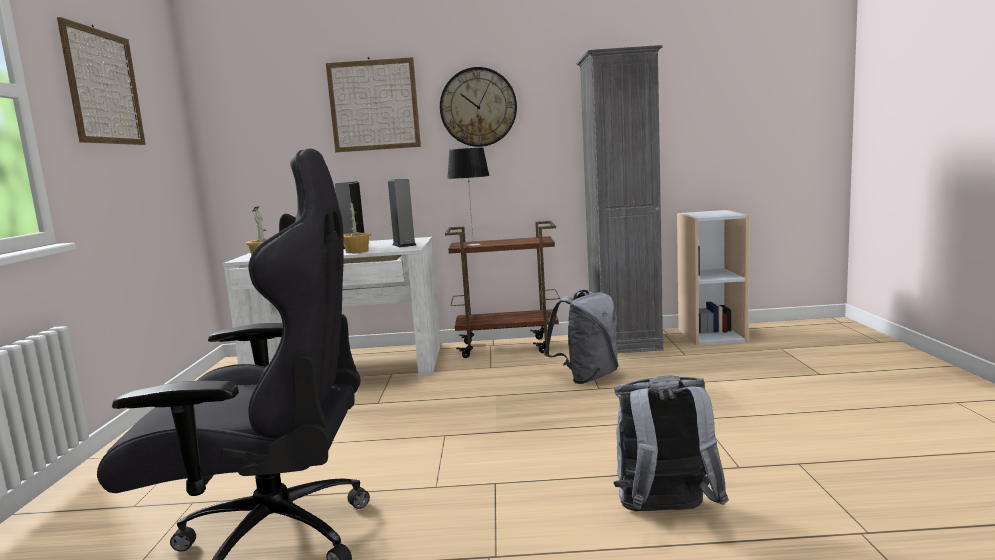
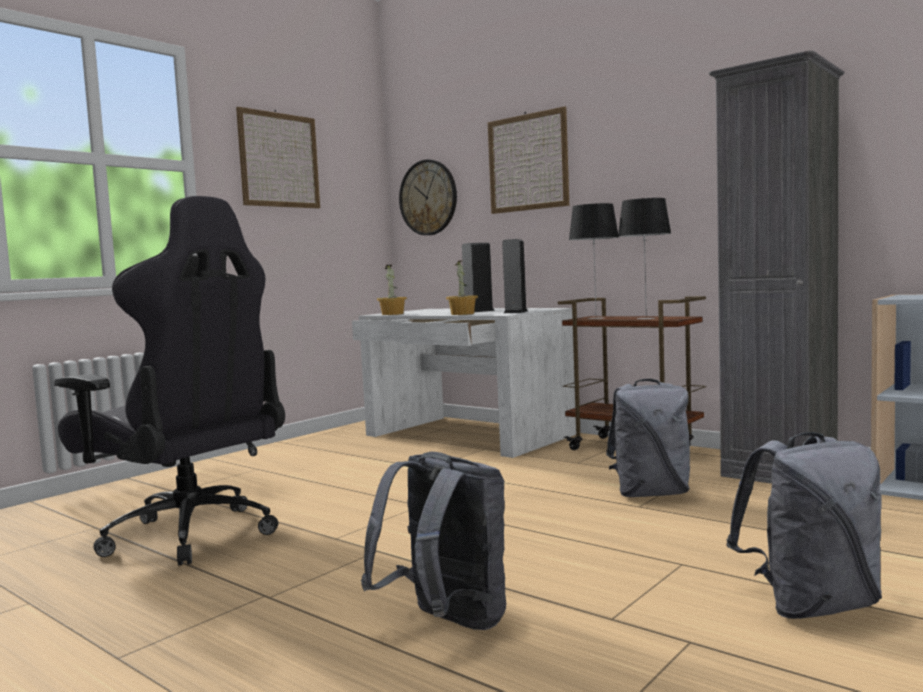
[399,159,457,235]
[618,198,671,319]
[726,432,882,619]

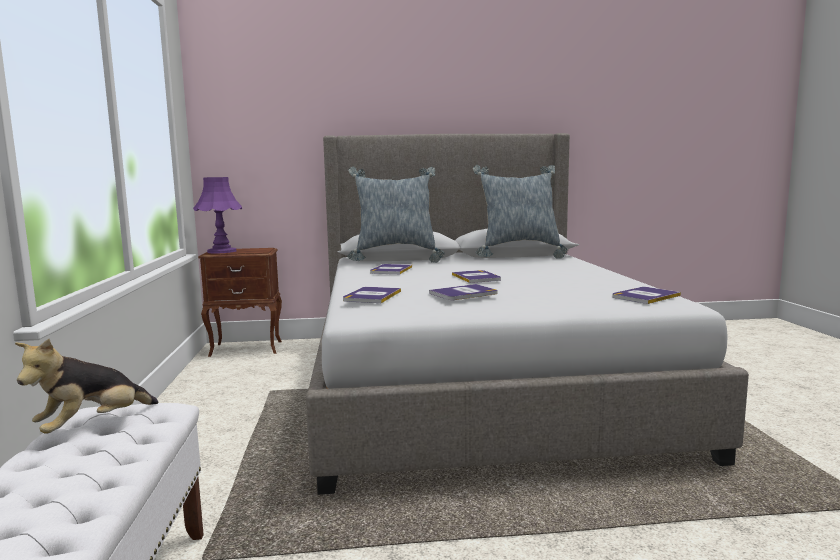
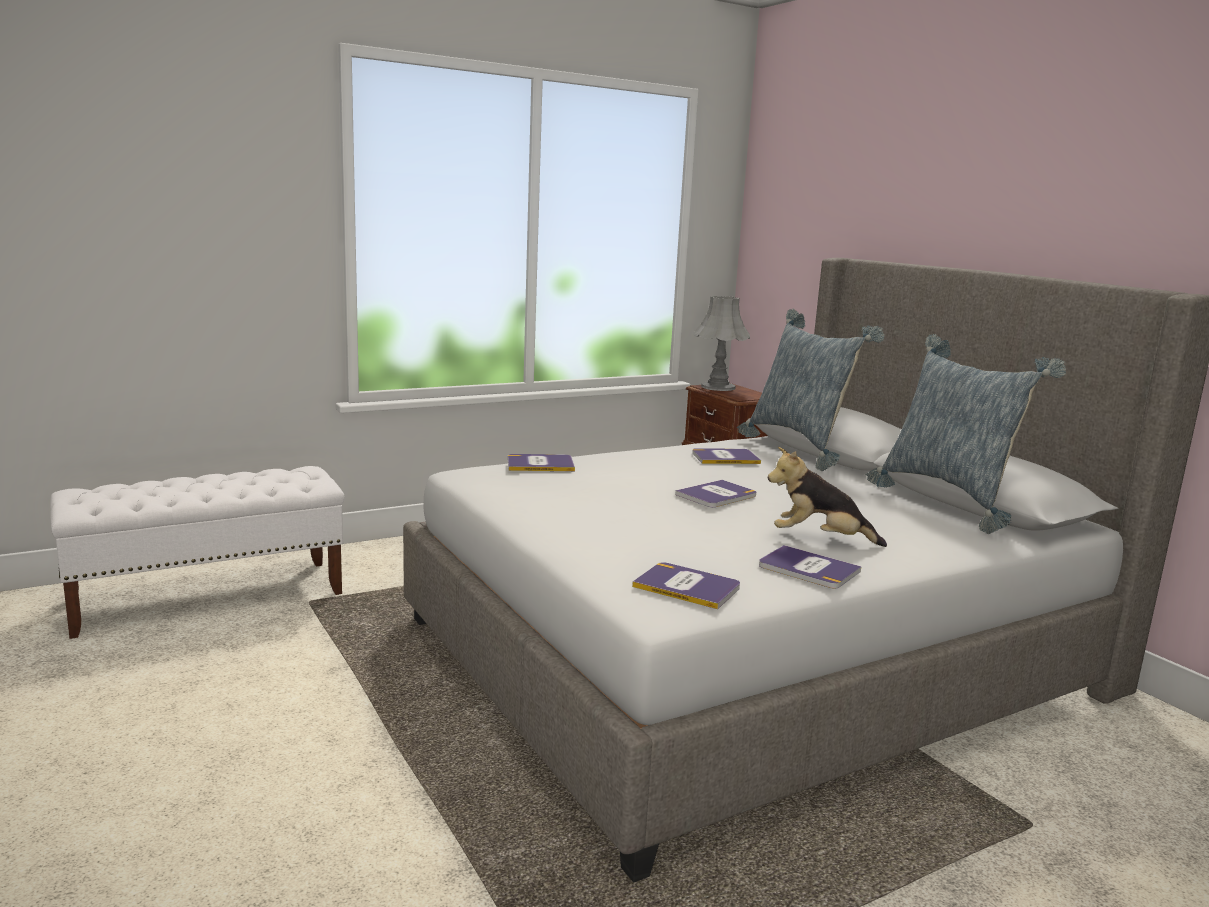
[693,296,750,391]
[759,545,861,589]
[768,447,887,547]

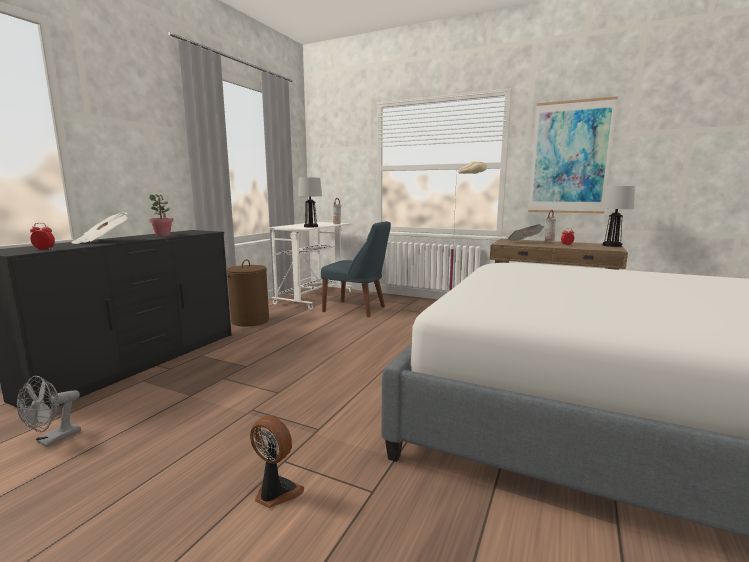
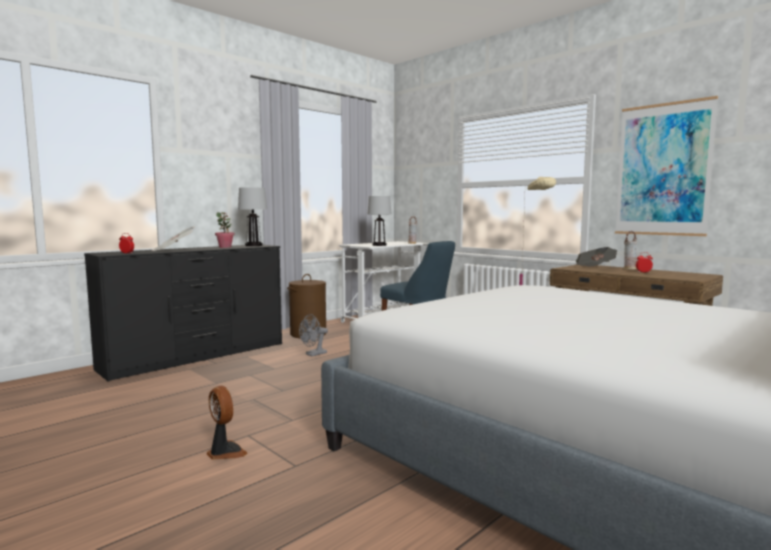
[238,187,267,246]
[299,314,328,356]

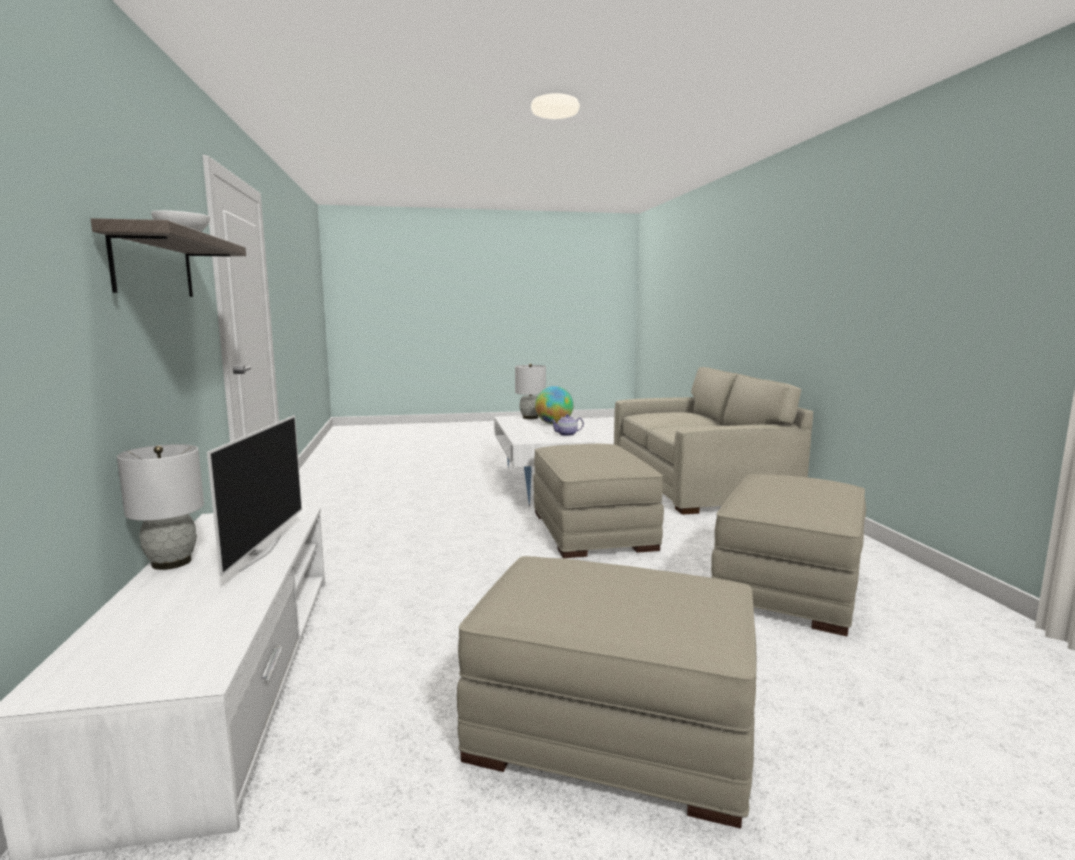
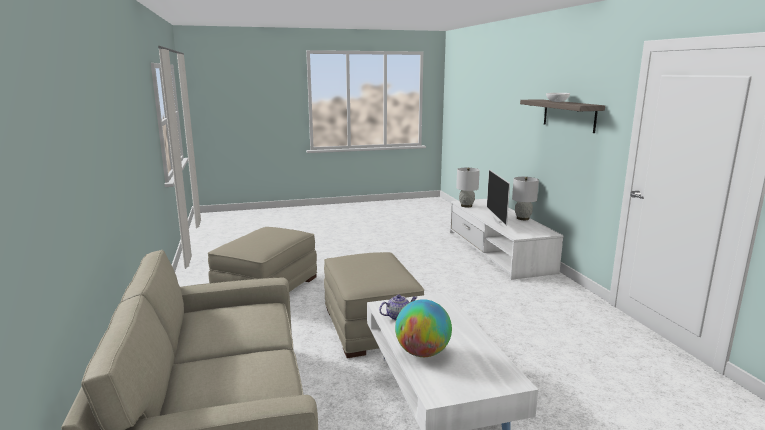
[456,168,480,207]
[457,556,756,828] (first image)

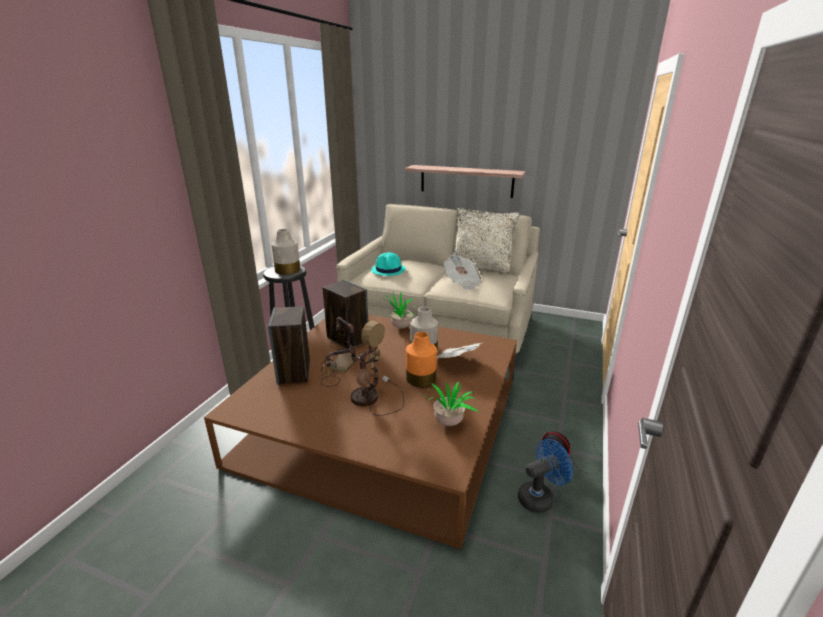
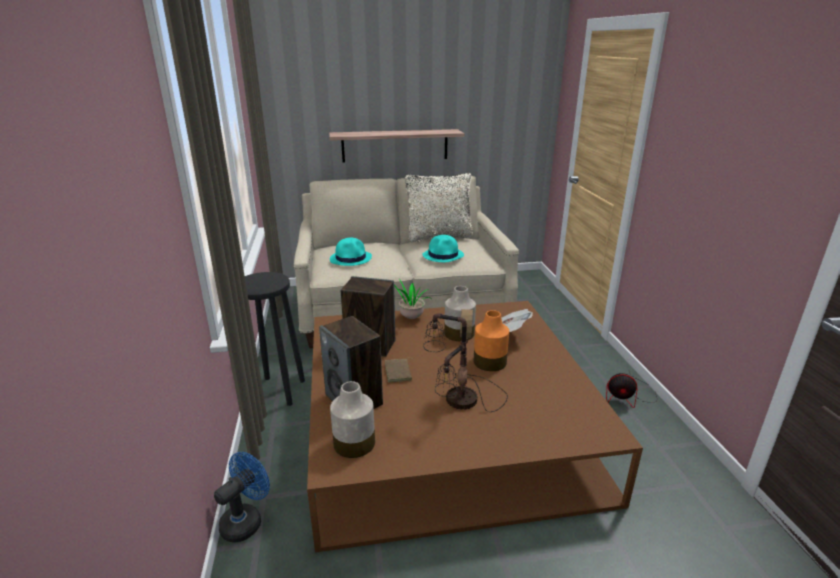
[214,452,270,543]
[330,381,375,458]
[423,235,464,262]
[421,382,479,426] (first image)

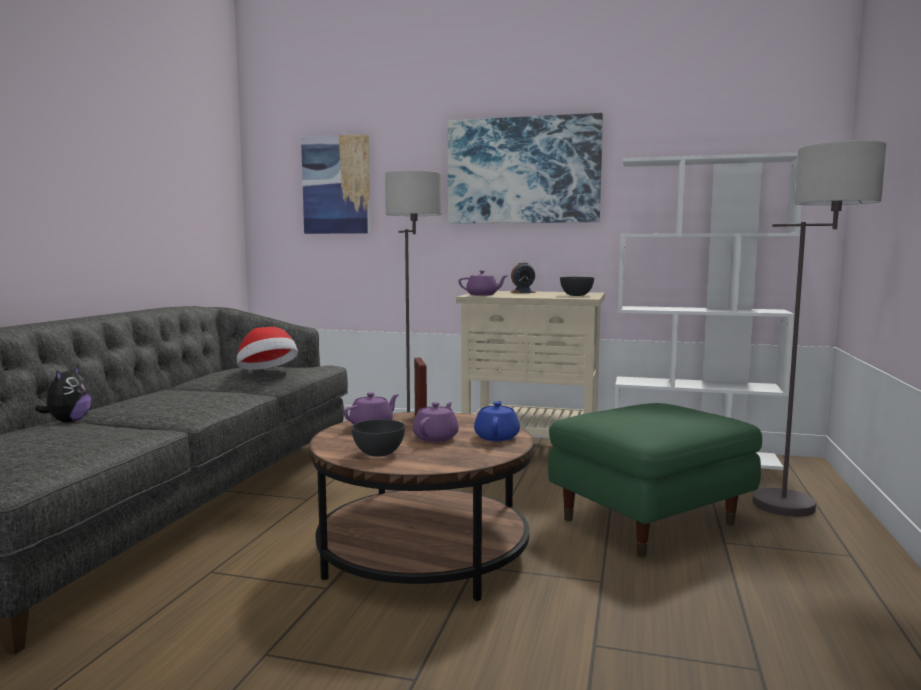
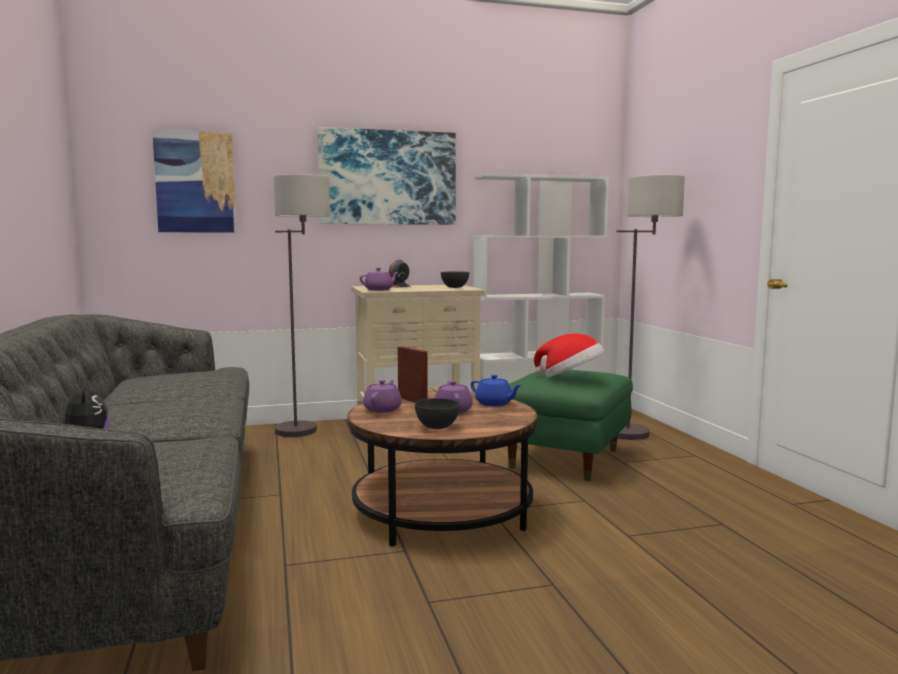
[471,375,522,406]
[534,333,604,377]

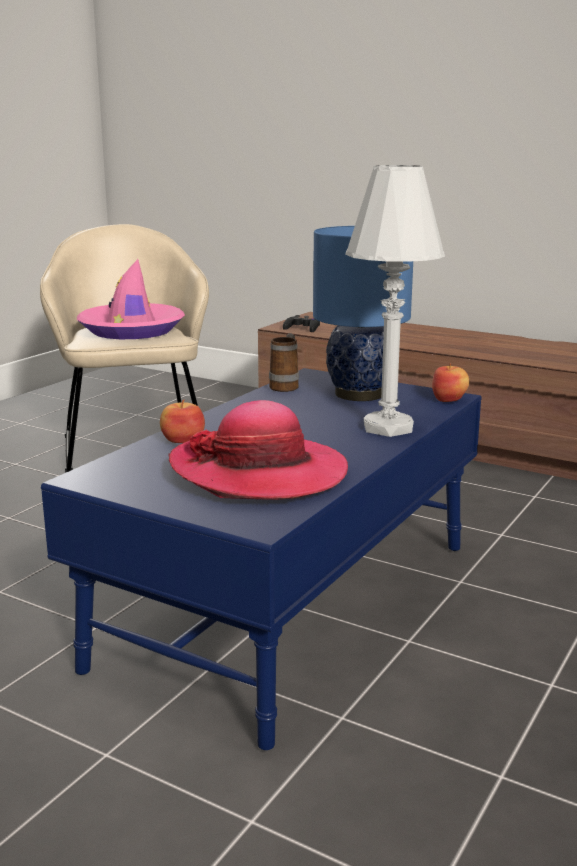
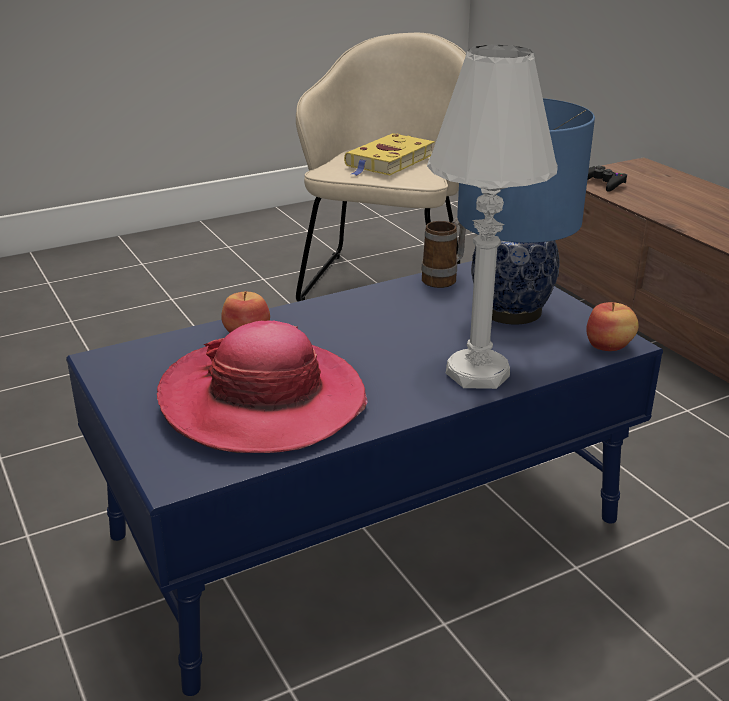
[344,133,435,176]

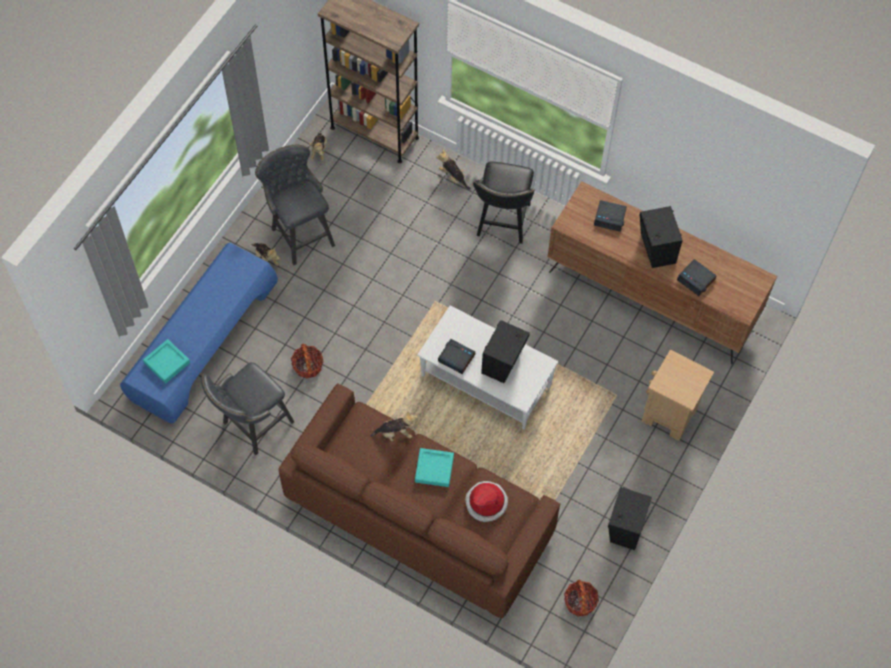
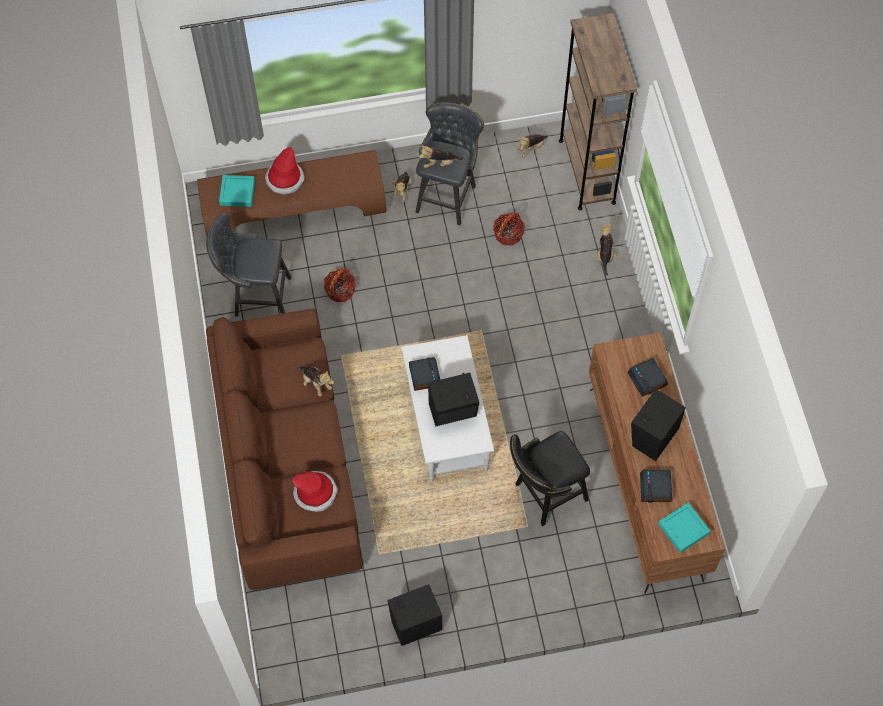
[197,150,386,237]
[265,147,304,195]
[419,145,463,168]
[493,212,525,246]
[510,431,590,526]
[658,503,710,553]
[642,350,714,441] (first image)

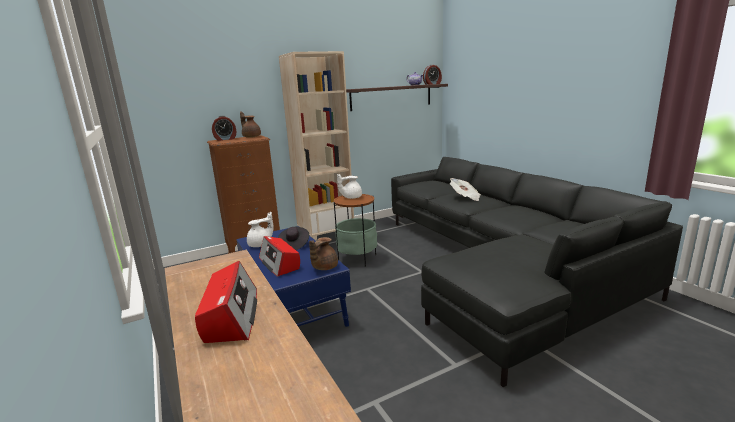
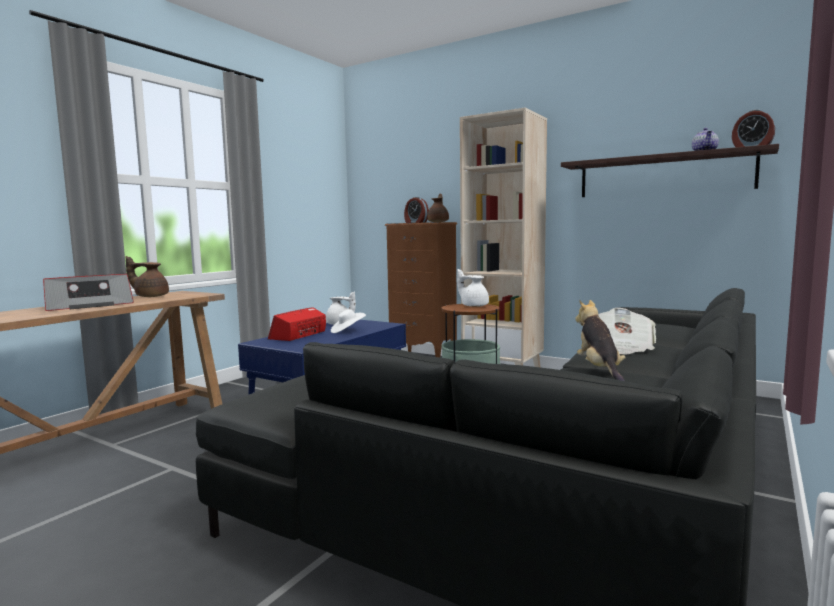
[125,256,169,297]
[331,309,366,333]
[575,300,626,381]

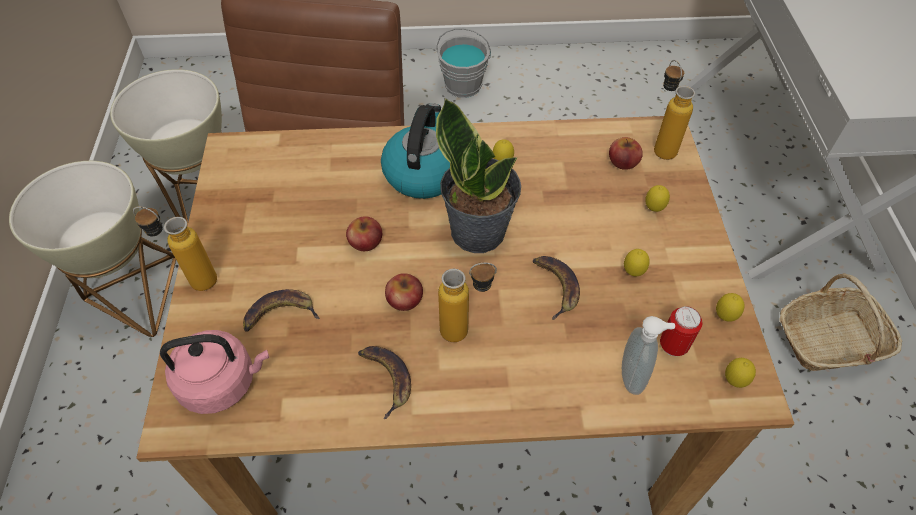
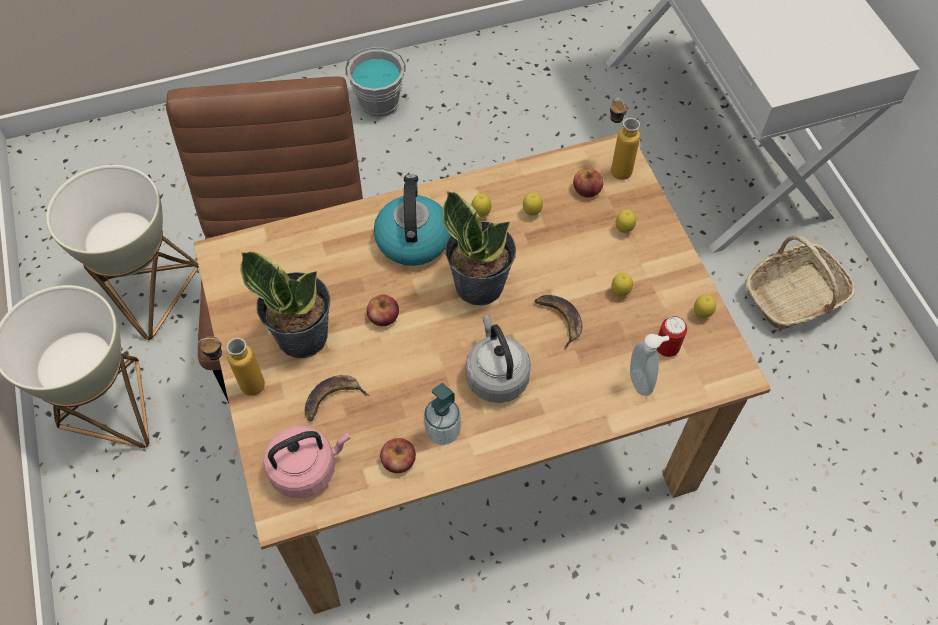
[240,251,330,358]
[380,438,416,473]
[424,383,461,445]
[466,314,531,403]
[523,193,543,216]

